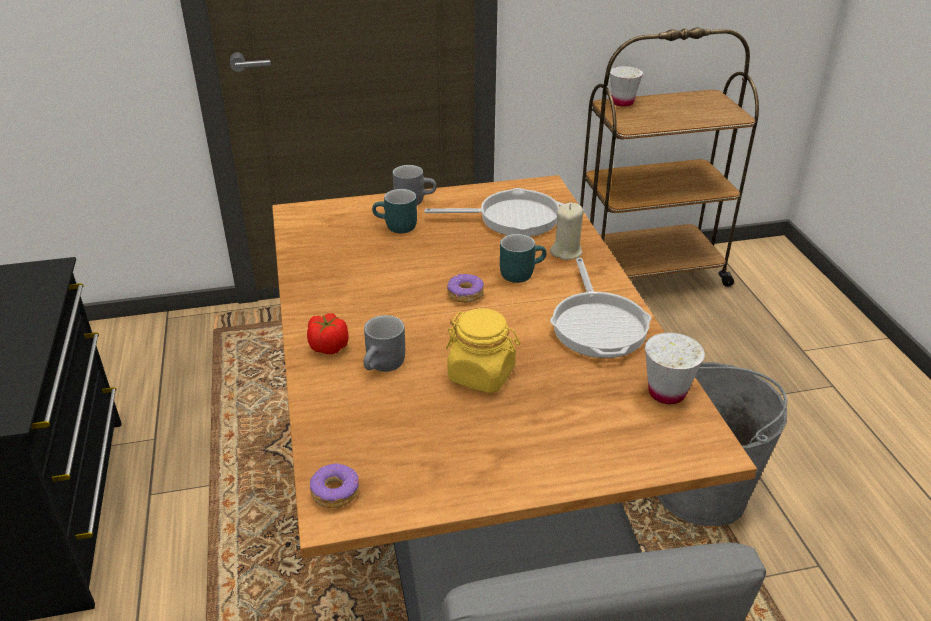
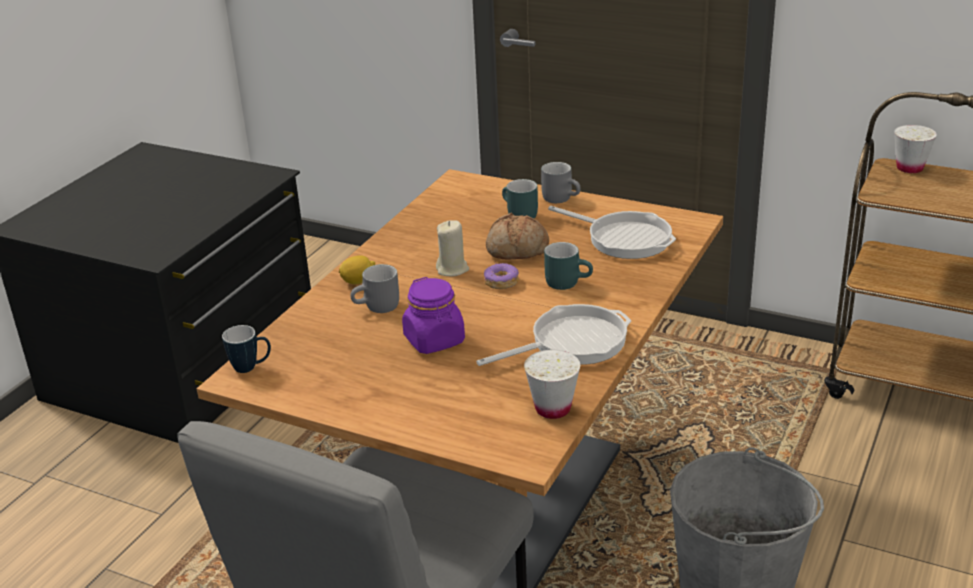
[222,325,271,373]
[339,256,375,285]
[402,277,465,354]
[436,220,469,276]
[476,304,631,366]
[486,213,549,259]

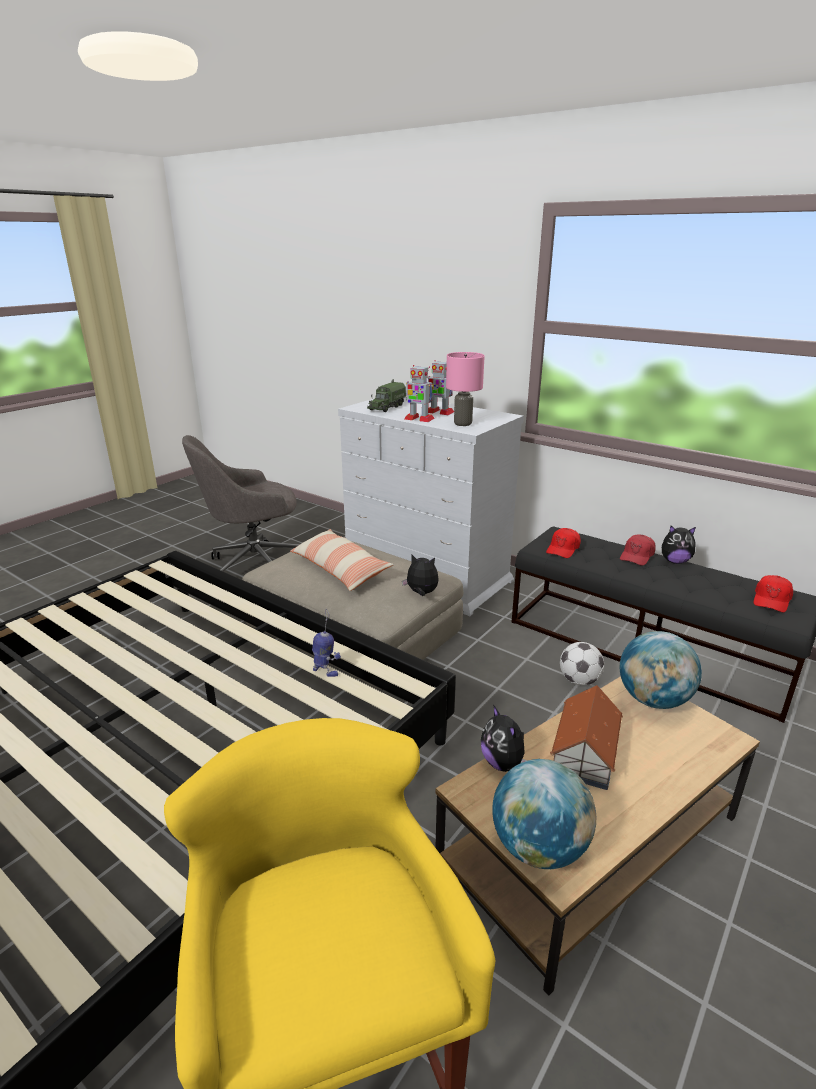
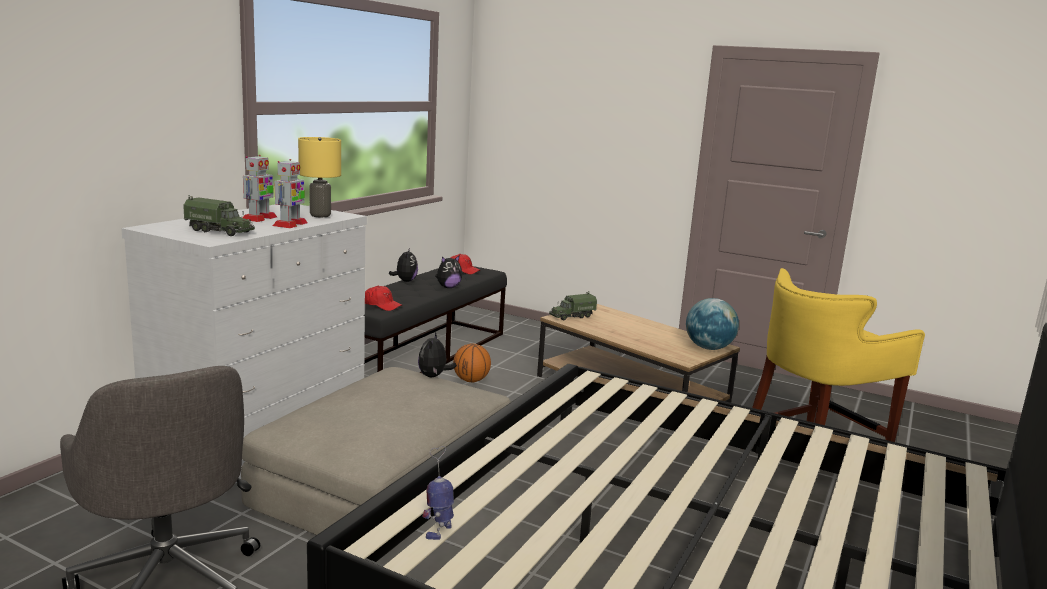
[298,137,341,217]
[422,446,454,540]
[435,256,462,288]
[453,343,491,382]
[549,291,597,320]
[290,529,394,591] (first image)
[550,685,623,790] (first image)
[620,534,656,566] (first image)

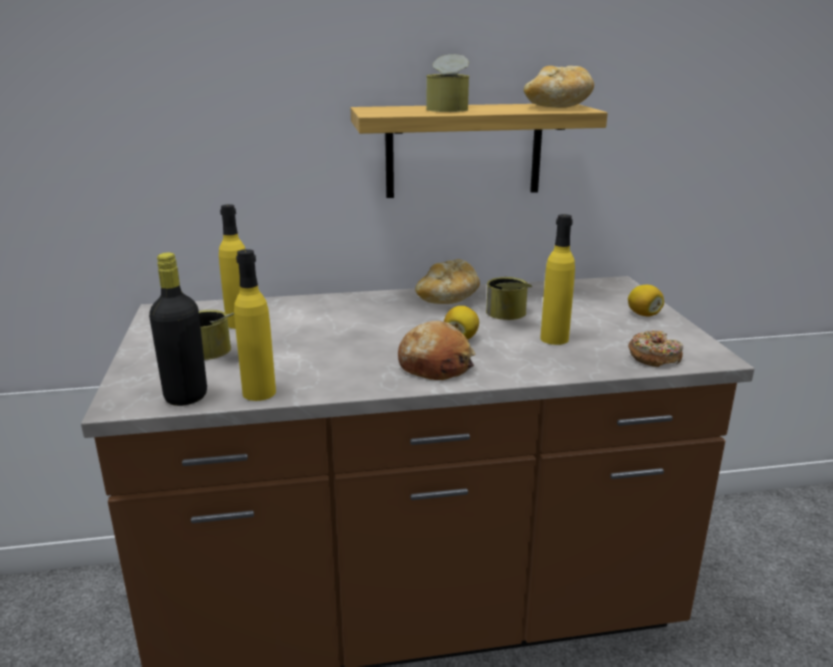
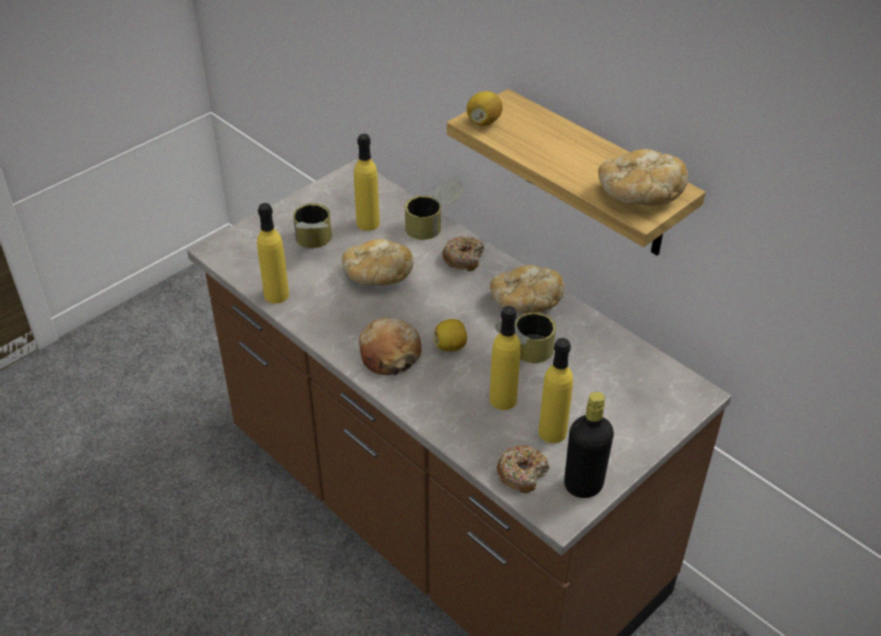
[342,239,414,285]
[405,180,463,240]
[442,236,484,271]
[467,91,503,126]
[539,338,573,443]
[564,392,614,498]

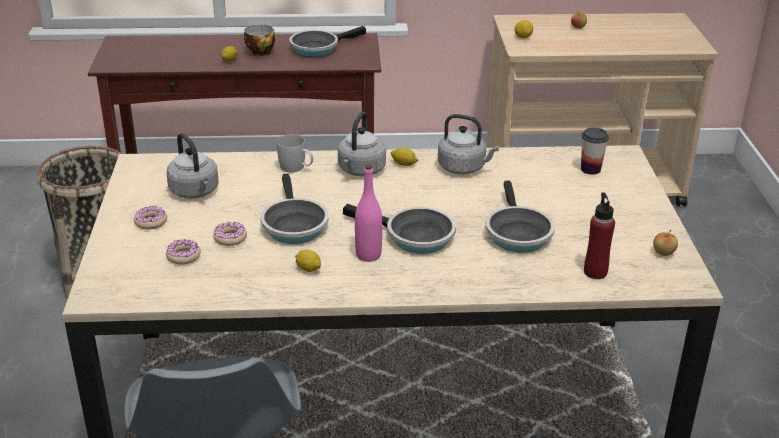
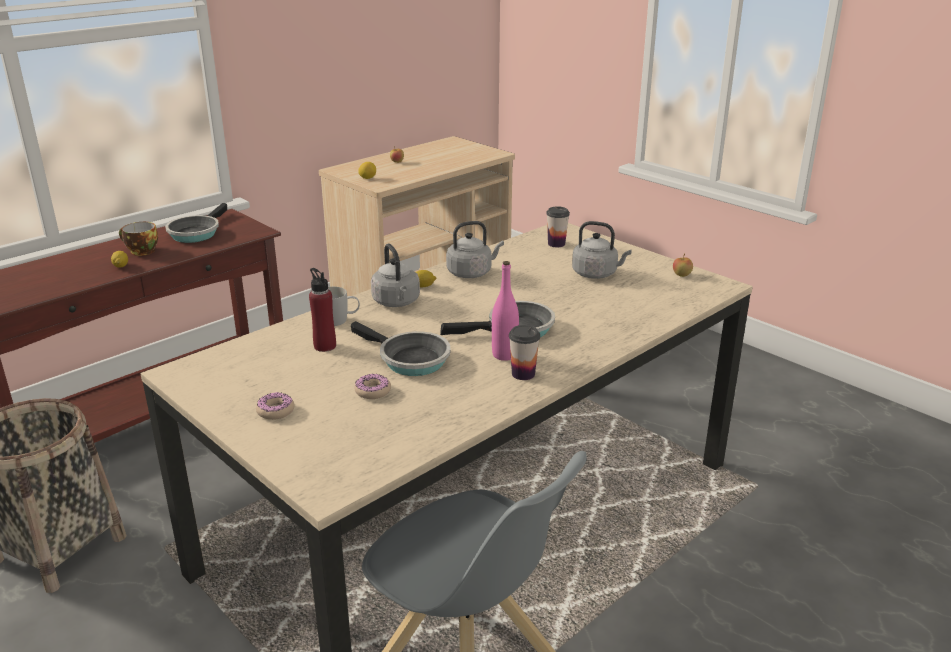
[309,268,336,352]
[509,325,540,380]
[572,221,632,279]
[166,239,201,265] (first image)
[295,250,321,272] (first image)
[486,181,555,252] (first image)

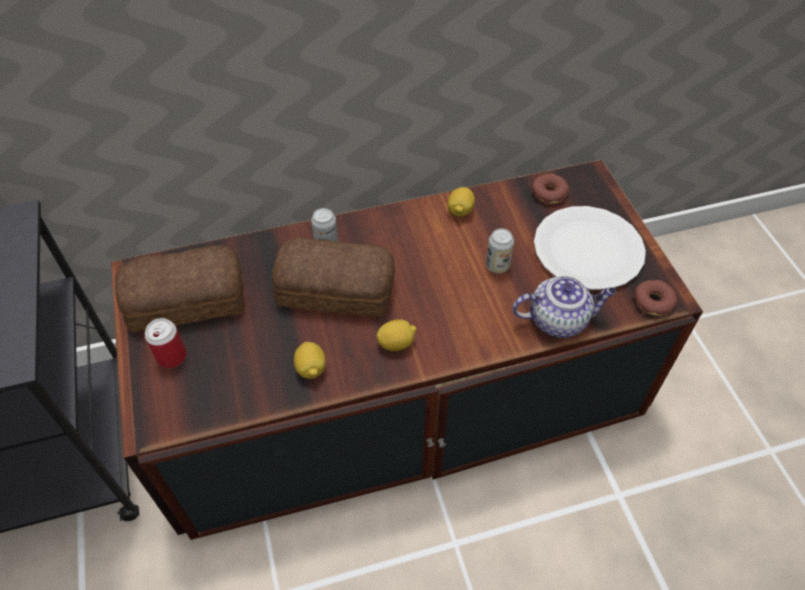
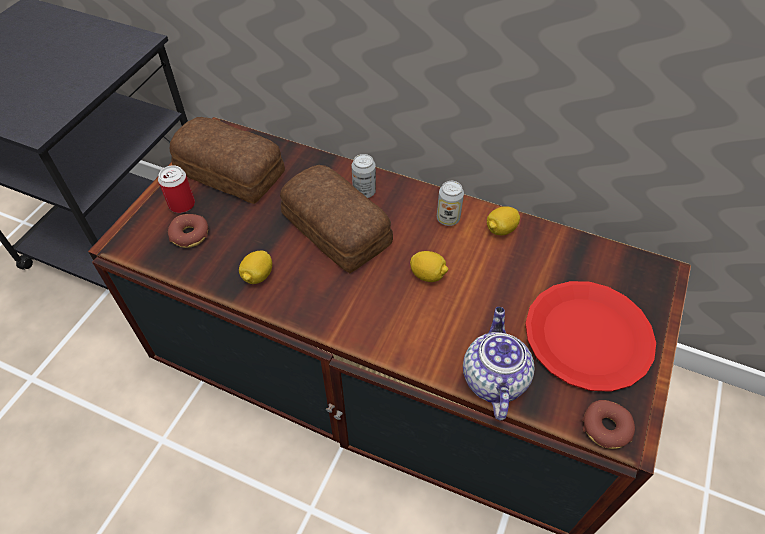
[168,214,208,248]
[410,251,449,282]
[437,181,464,226]
[463,307,535,421]
[525,281,656,392]

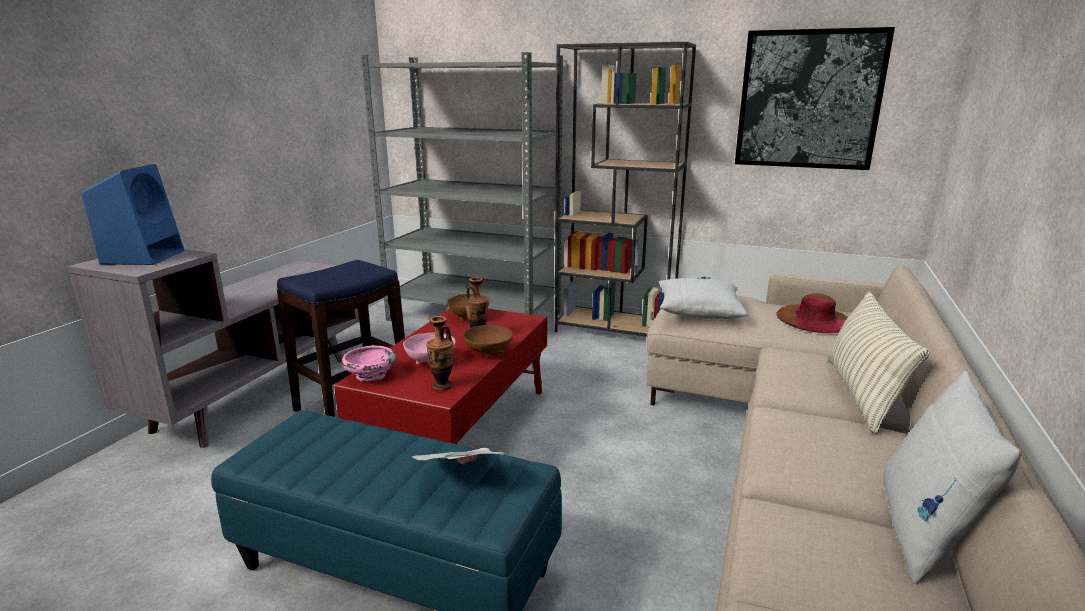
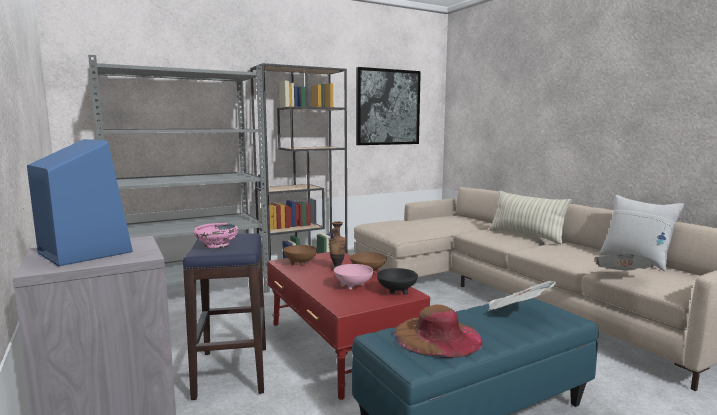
[193,223,238,249]
[377,268,418,295]
[394,305,483,358]
[595,254,653,271]
[659,277,748,319] (first image)

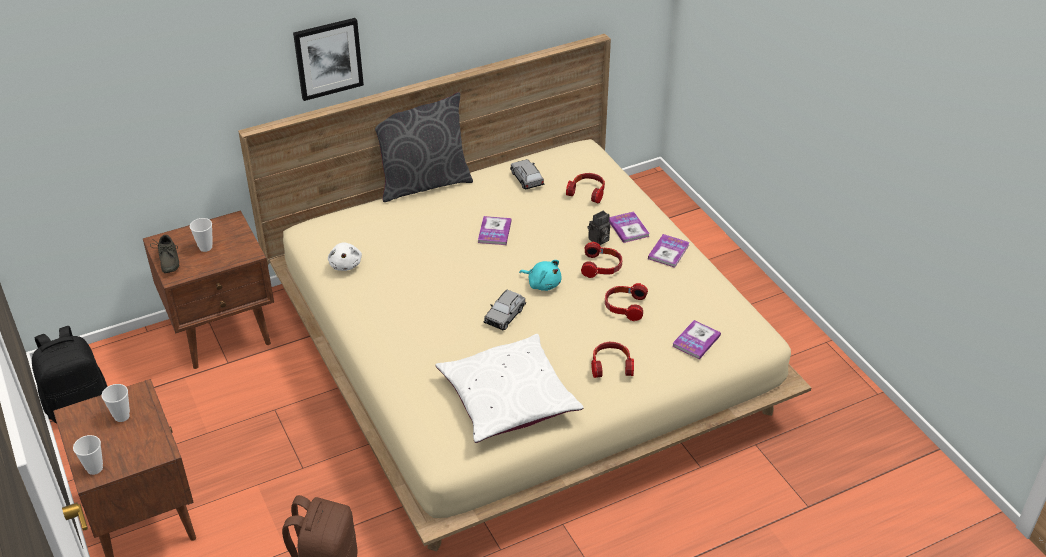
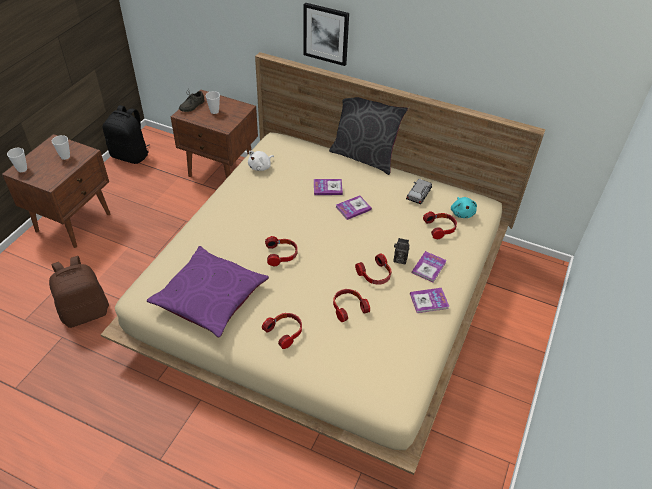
[147,246,269,338]
[265,236,298,266]
[314,179,343,195]
[451,197,477,218]

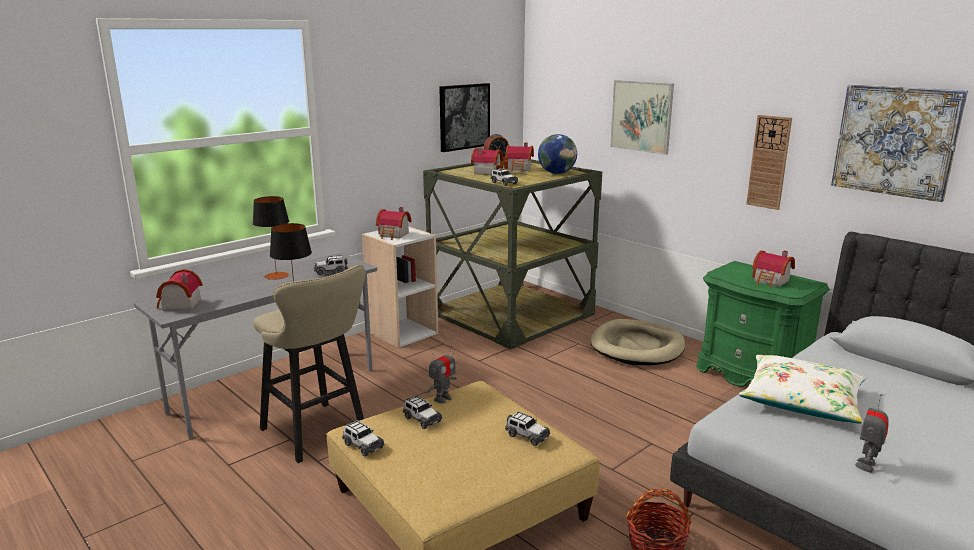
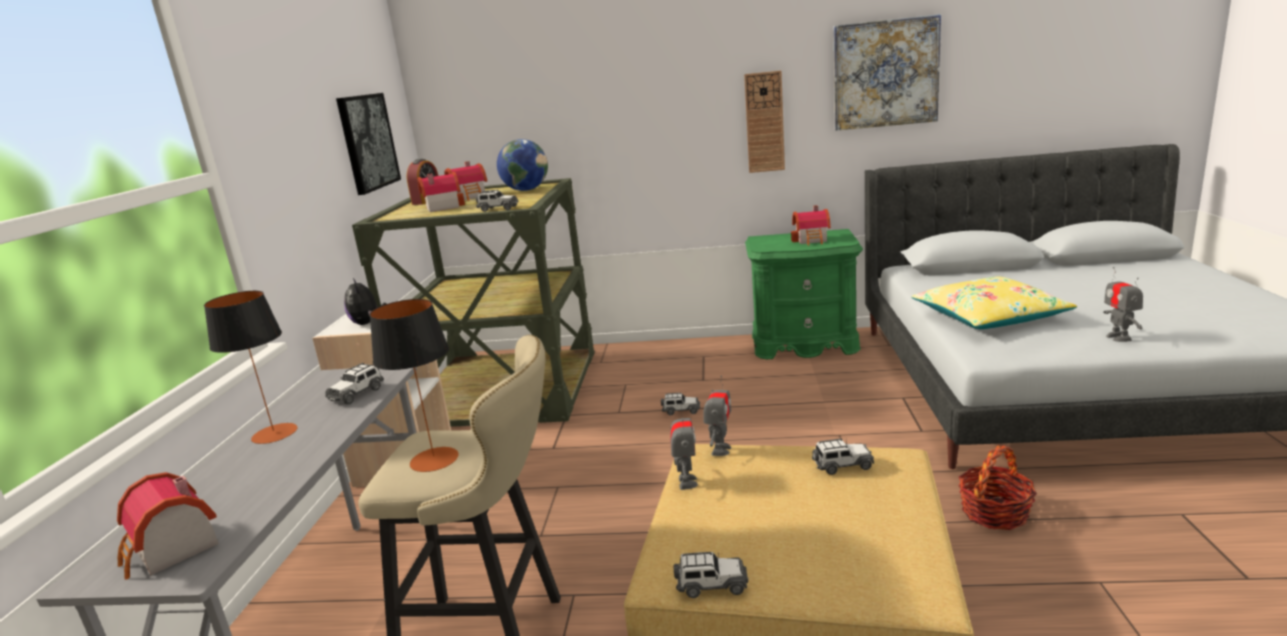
[344,278,386,325]
[661,393,700,415]
[703,376,732,456]
[911,277,1077,329]
[591,319,685,365] (first image)
[610,80,674,155] (first image)

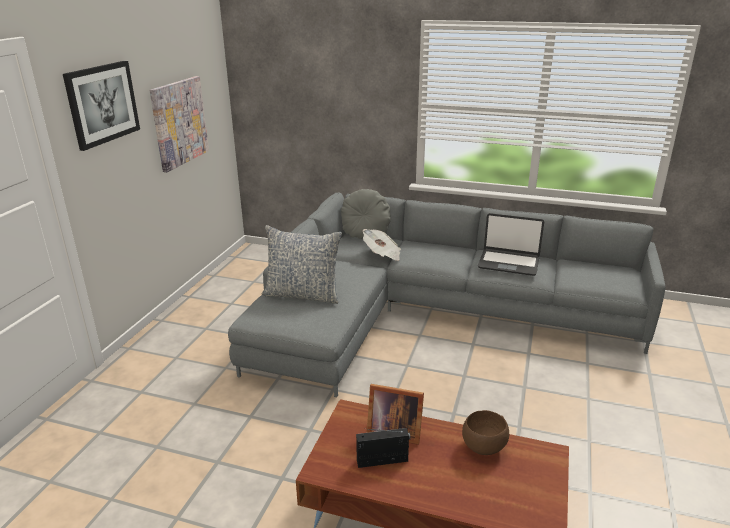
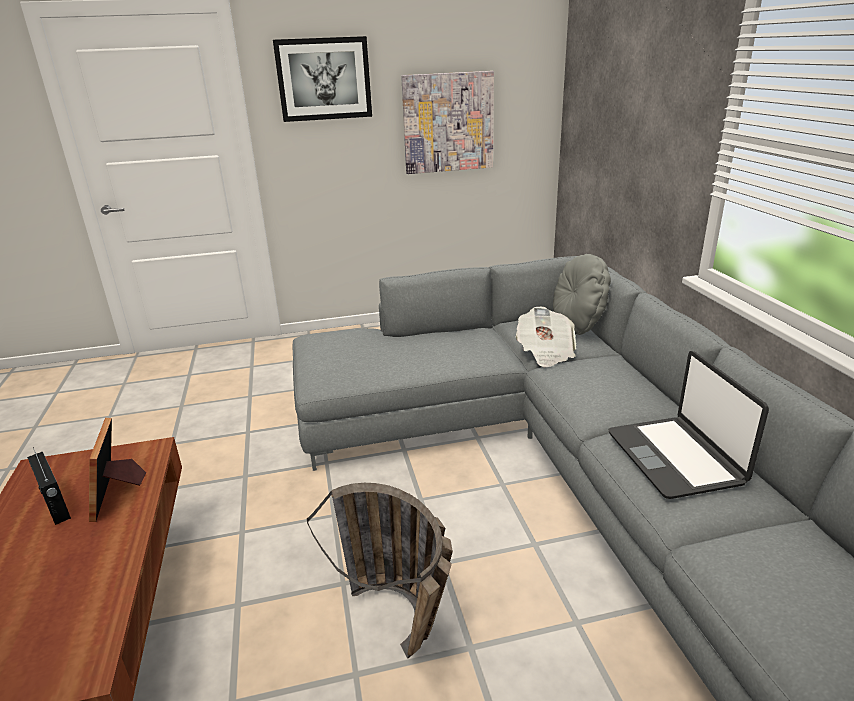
[307,483,453,658]
[262,225,342,304] (first image)
[462,410,509,455] (first image)

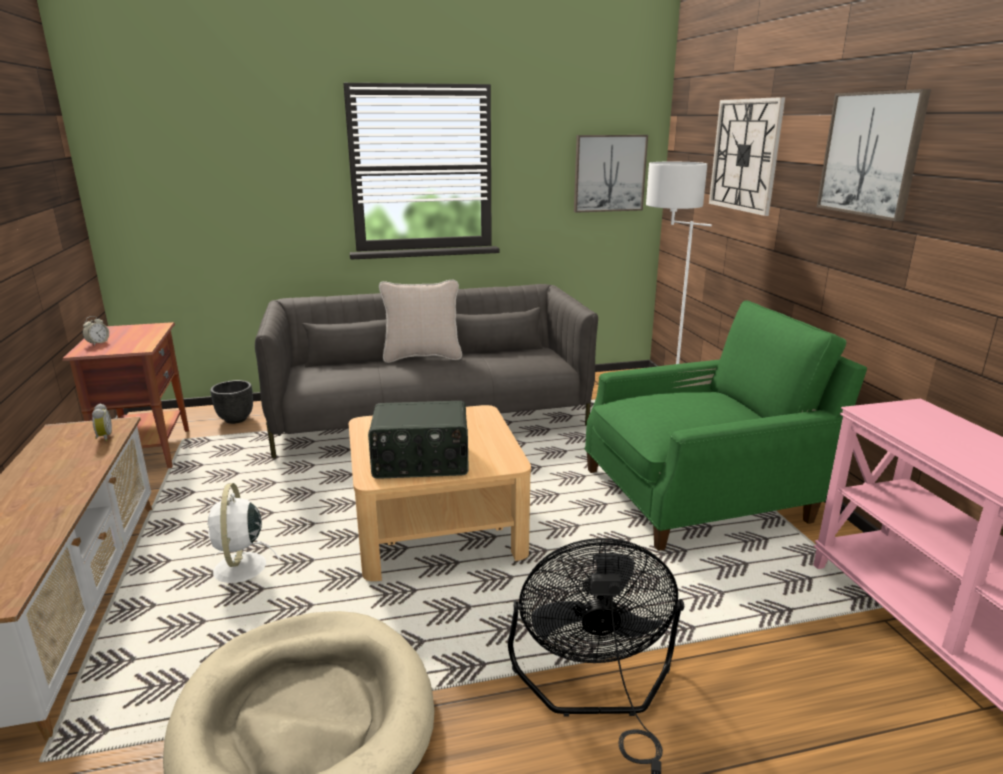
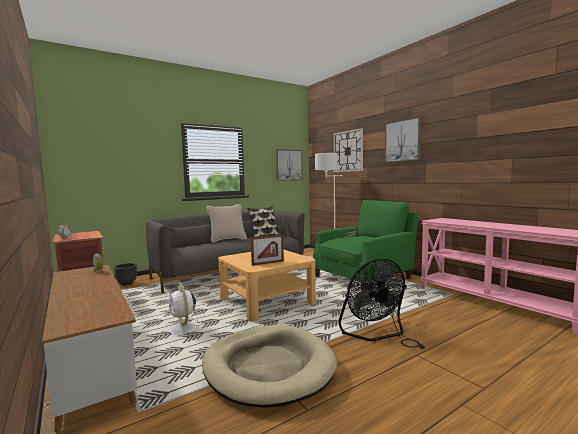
[247,206,279,237]
[251,234,284,266]

